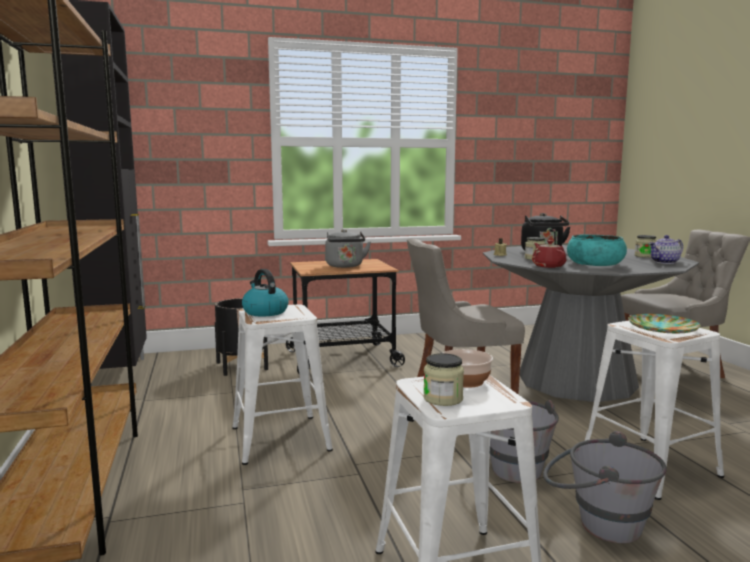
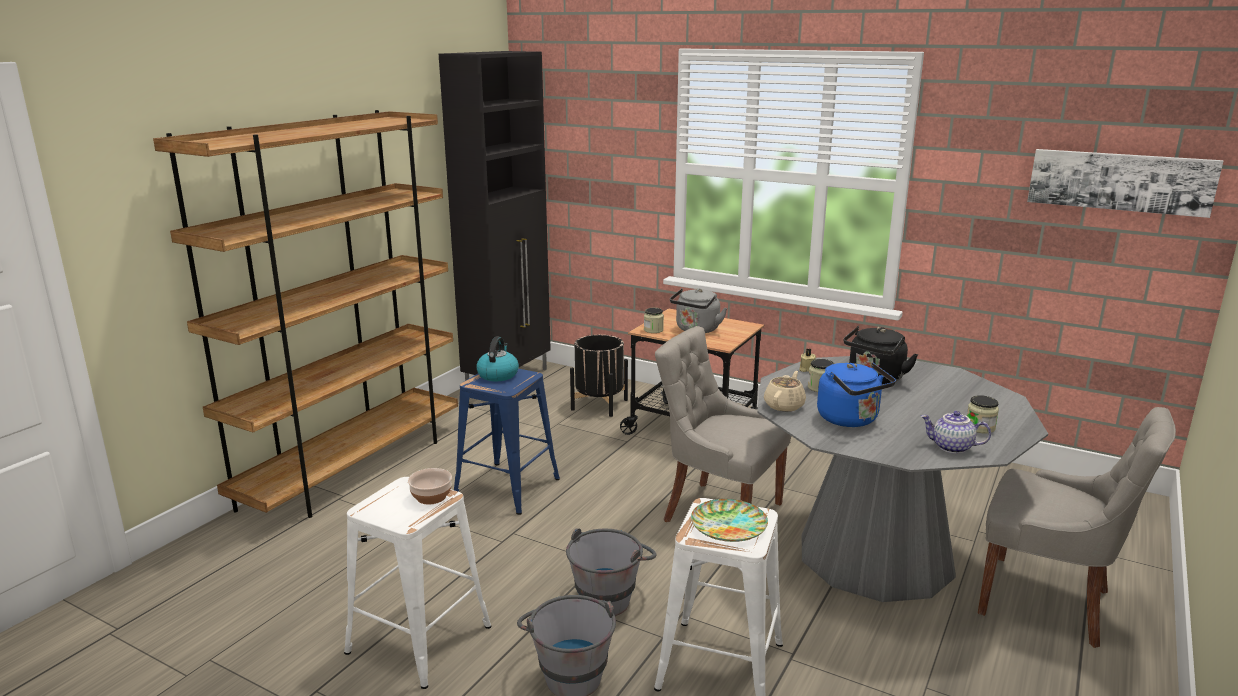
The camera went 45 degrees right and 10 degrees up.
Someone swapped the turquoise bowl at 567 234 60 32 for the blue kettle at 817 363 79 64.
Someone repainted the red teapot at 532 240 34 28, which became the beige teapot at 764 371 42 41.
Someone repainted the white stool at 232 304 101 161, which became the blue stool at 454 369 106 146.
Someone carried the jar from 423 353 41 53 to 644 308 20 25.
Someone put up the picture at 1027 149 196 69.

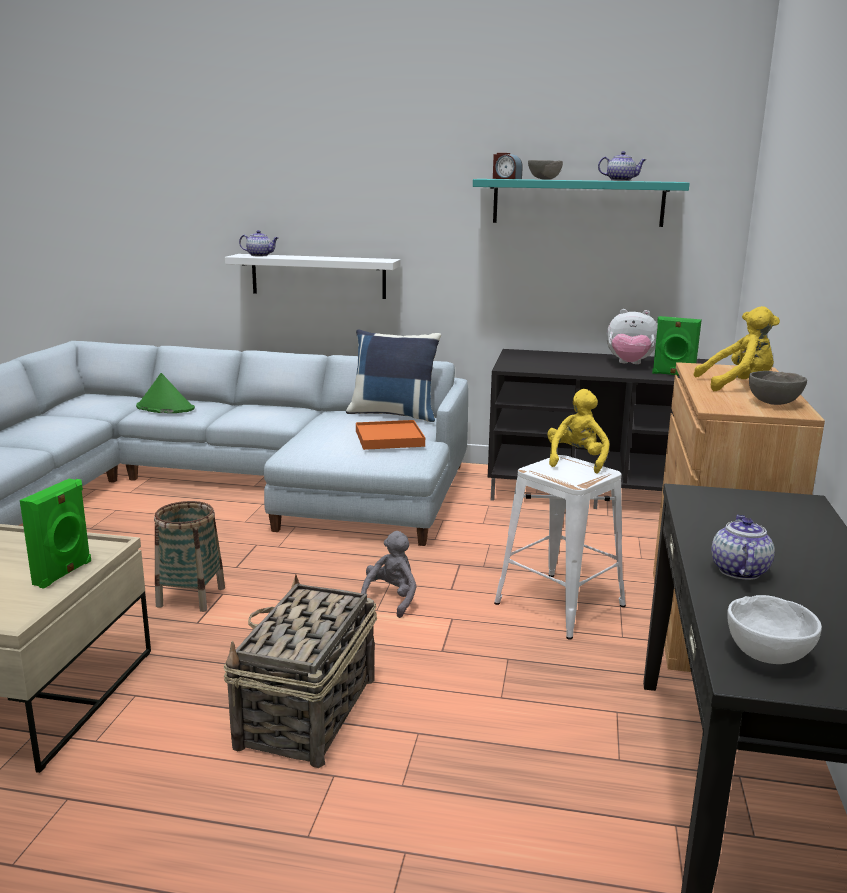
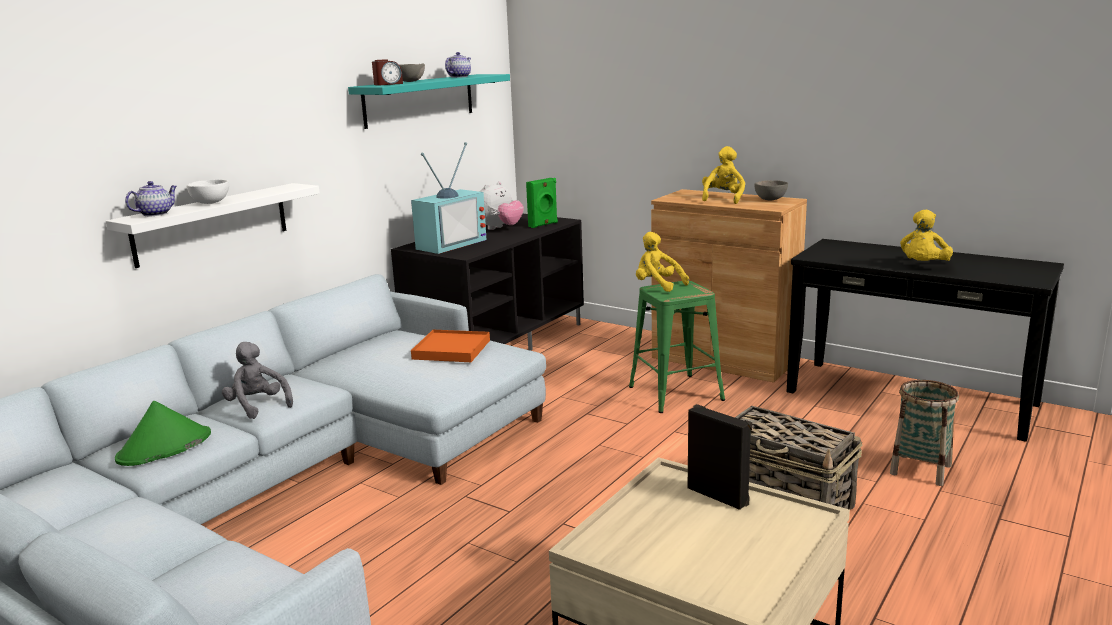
The camera went 65 degrees left and 0 degrees up.
Someone took away the blue pillow at 346 329 95 93.
Someone repainted the white stool at 494 455 132 185, which became the green stool at 629 281 96 132.
Someone repainted the green speaker at 20 479 71 110, which became the black speaker at 688 404 64 106.
Someone carried the basket from 154 501 71 111 to 890 380 69 106.
Someone swapped the teapot at 711 515 64 65 for the yellow plush toy at 900 210 53 51.
Someone carried the grey plush toy from 361 531 56 87 to 222 342 71 77.
Someone carried the white bowl from 727 595 95 69 to 187 179 42 25.
Someone put down the television at 411 142 76 112.

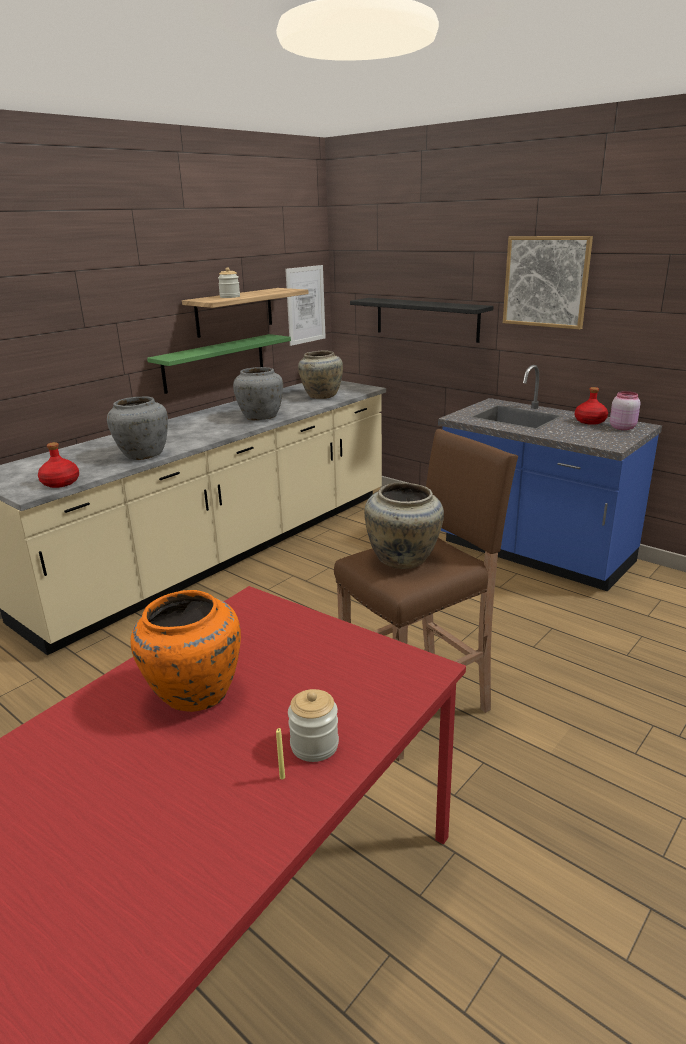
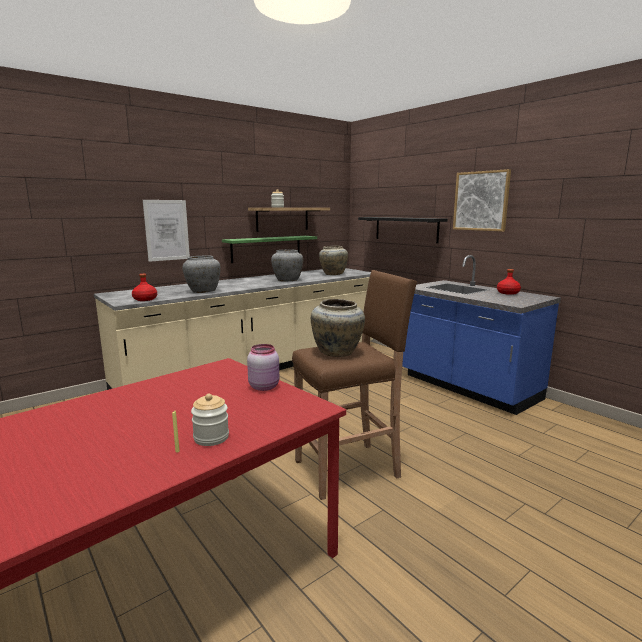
The camera went 10 degrees right and 10 degrees down.
Someone carried the picture from 285 265 41 81 to 143 200 47 62.
Someone carried the pink jar from 610 391 30 39 to 247 344 32 47.
Someone took away the orange vase at 130 590 111 122.

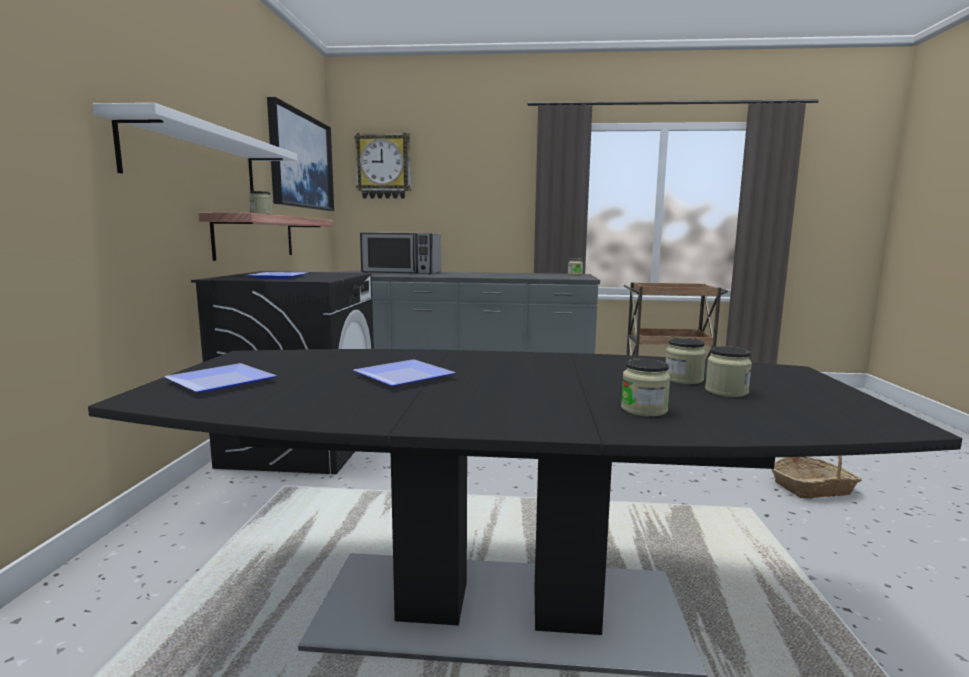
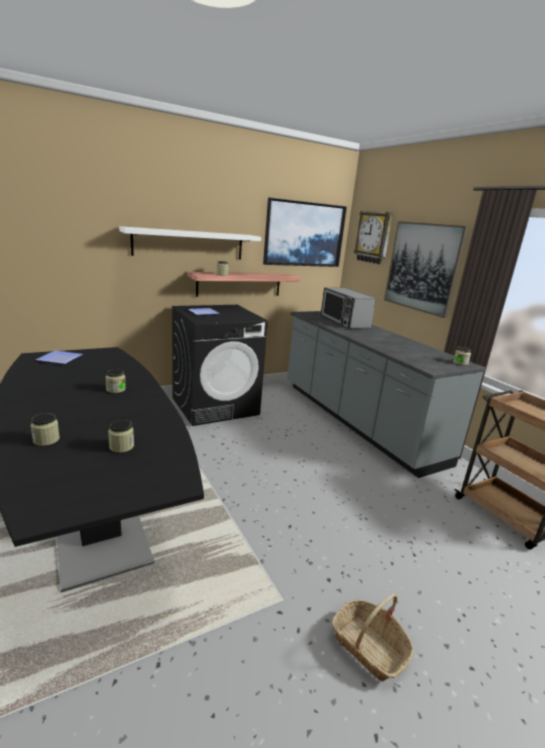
The camera went 55 degrees right and 10 degrees up.
Someone carried the jar from 705 346 47 51 to 106 369 20 24.
Someone took away the plate at 353 359 103 27.
Someone put up the picture at 384 221 85 97.

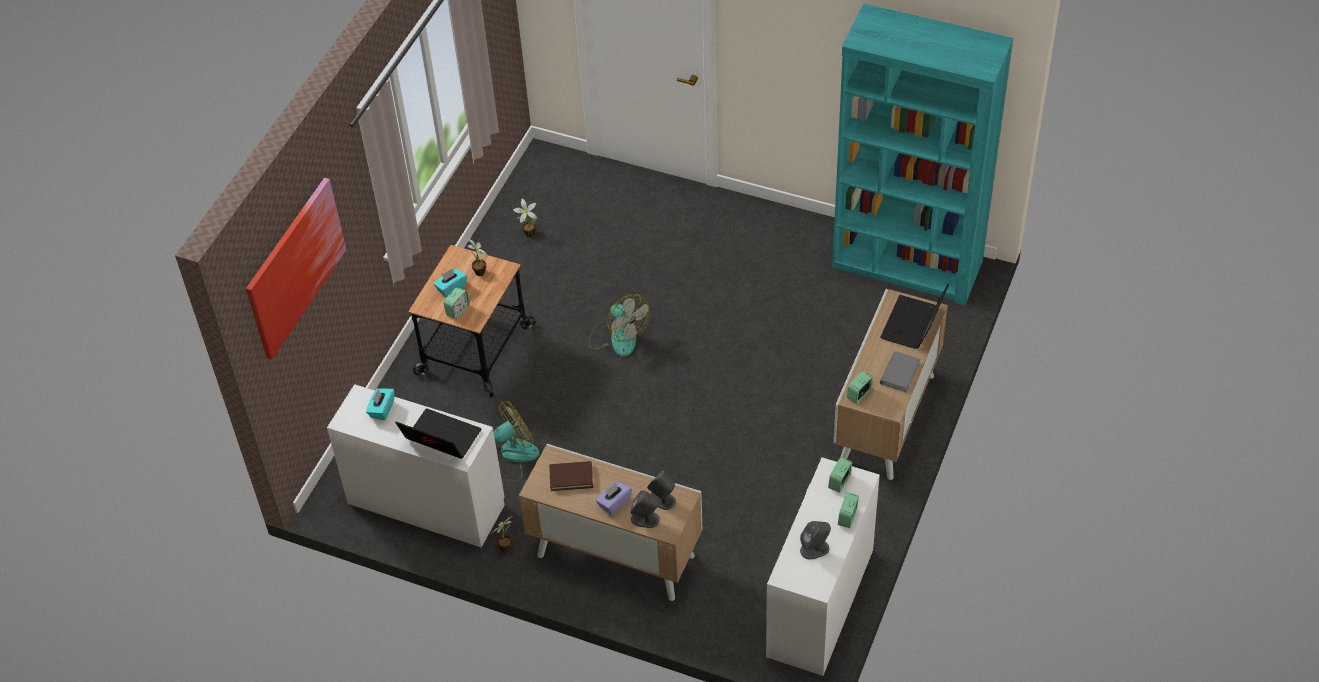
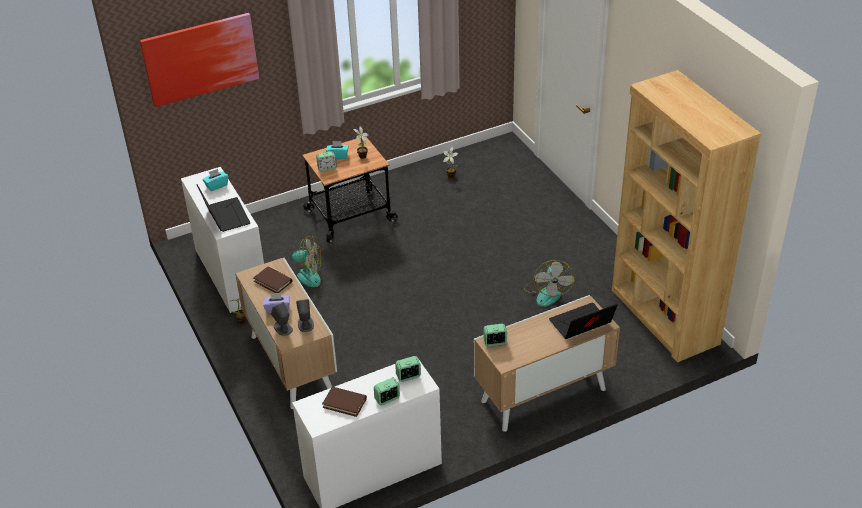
The camera went 40 degrees right and 10 degrees down.
Someone repainted the turquoise bookcase at 832 4 181 301, which became the brown bookcase at 612 70 149 293.
Someone carried the fan from 589 294 61 63 to 524 260 51 47.
Someone took away the grey book at 880 351 40 41.
Someone swapped the grey speaker at 800 521 31 38 for the brown book at 322 387 45 30.

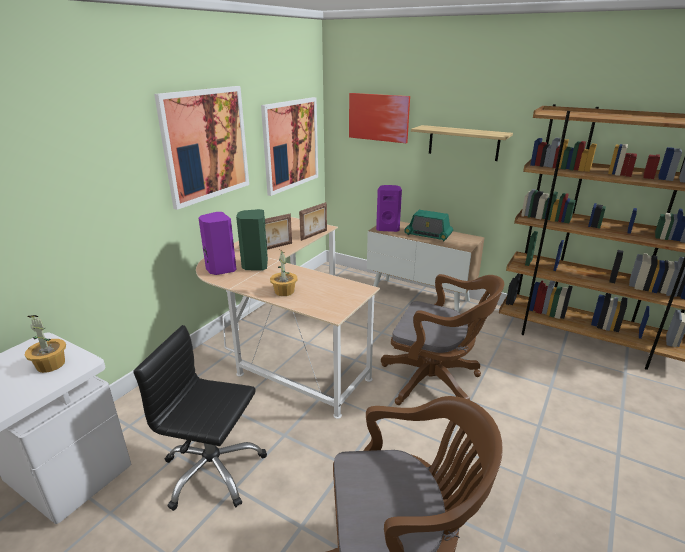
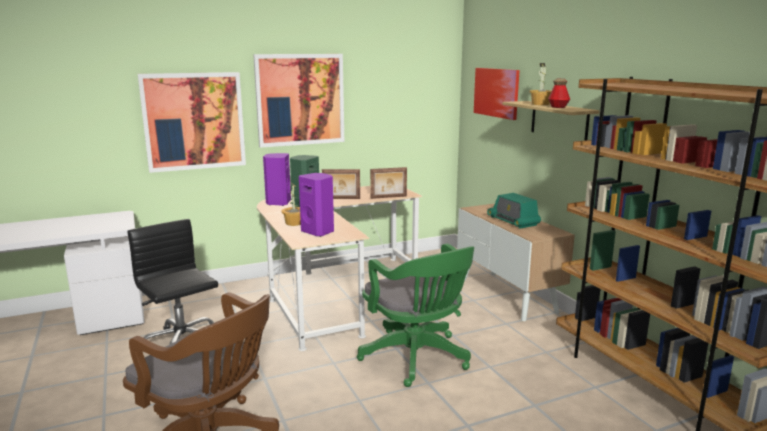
The camera went 35 degrees right and 10 degrees down.
Someone carried the picture from 261 97 57 99 to 138 72 108 101.
Someone carried the purple speaker from 376 185 26 47 to 299 173 35 64.
Someone repainted the brown office chair at 381 274 123 131, which became the green office chair at 357 244 117 143.
Someone carried the potted plant from 25 315 41 58 to 529 63 22 42.
Someone put down the bottle at 548 79 22 29.

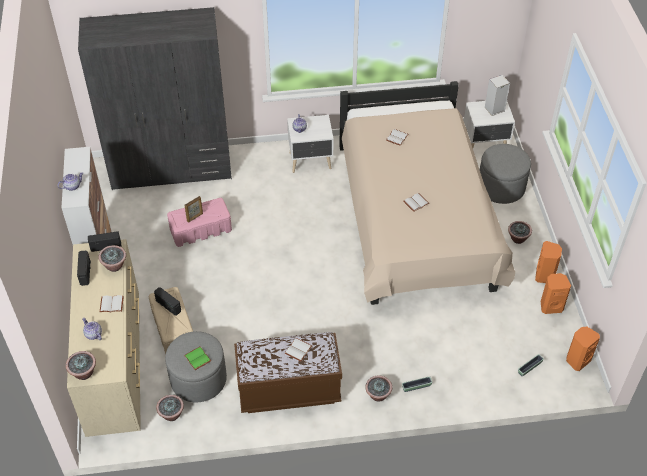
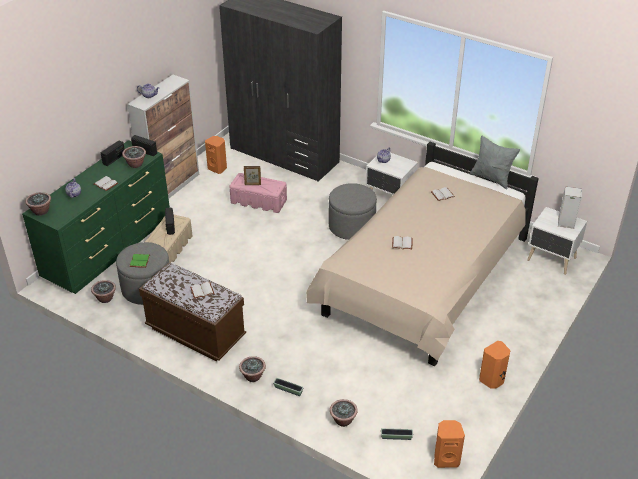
The camera went 40 degrees right and 10 degrees down.
Someone carried the grey ottoman from 480 144 51 60 to 329 183 48 57.
Someone carried the potted plant from 508 221 24 23 to 330 399 28 28.
Someone repainted the beige dresser at 67 239 74 198, which became the green dresser at 22 140 148 154.
Someone carried the orange speaker from 541 273 30 41 to 205 136 22 38.
Someone put down the grey pillow at 470 135 50 54.

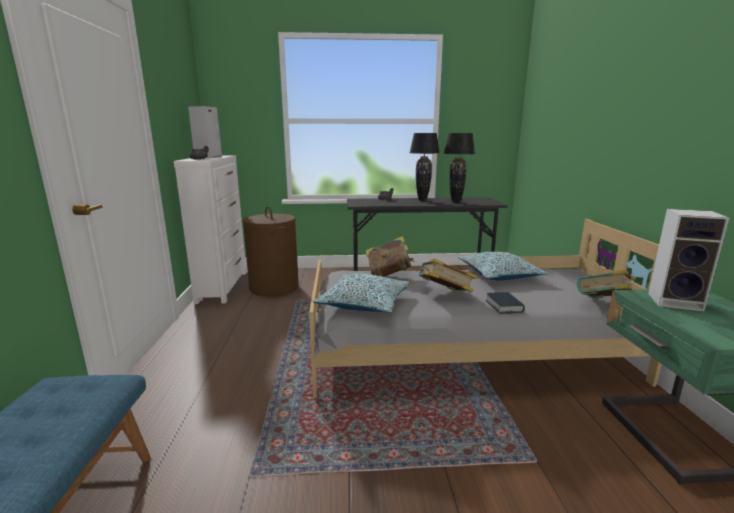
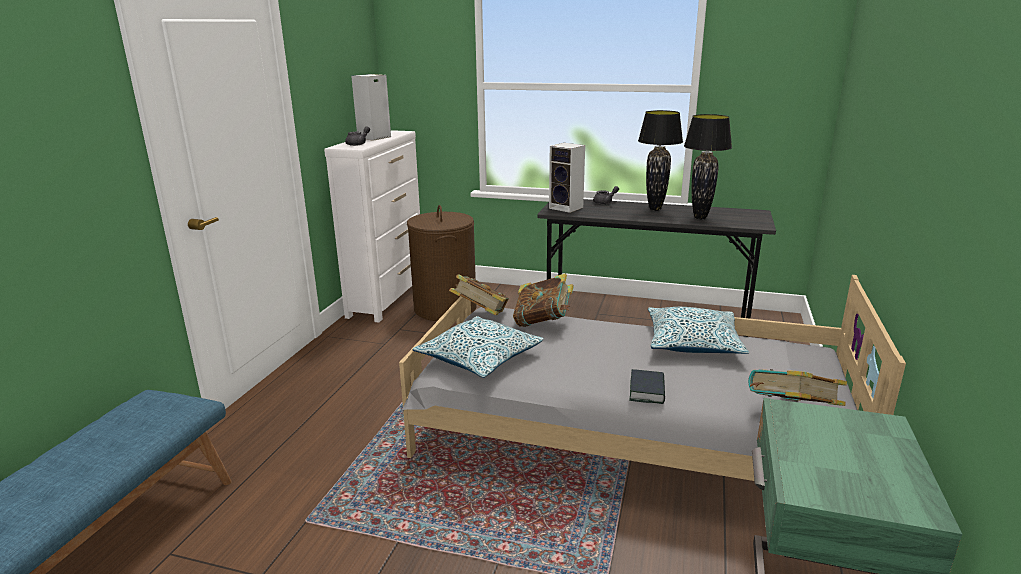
The camera went 20 degrees right and 5 degrees up.
Someone carried the speaker from 648 209 81 102 to 549 143 36 70.
Someone carried the book from 416 259 62 33 to 449 275 60 41.

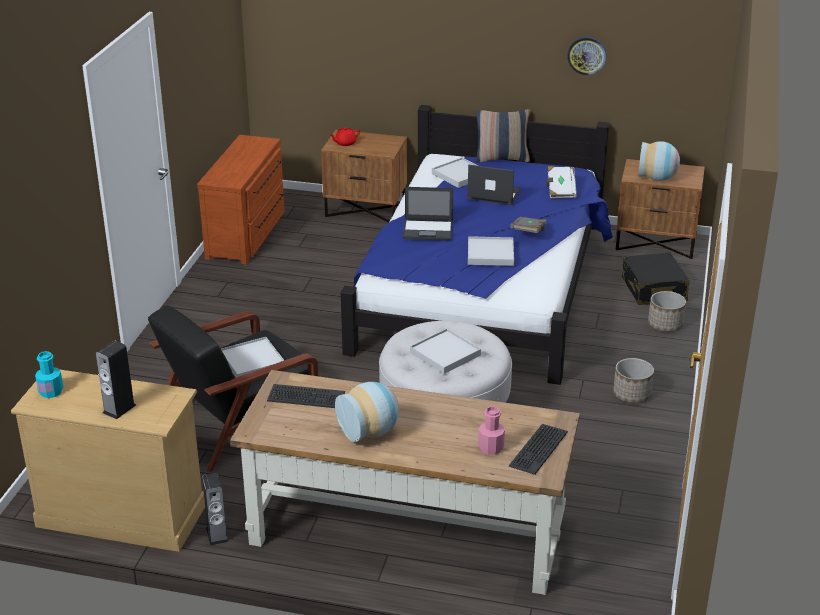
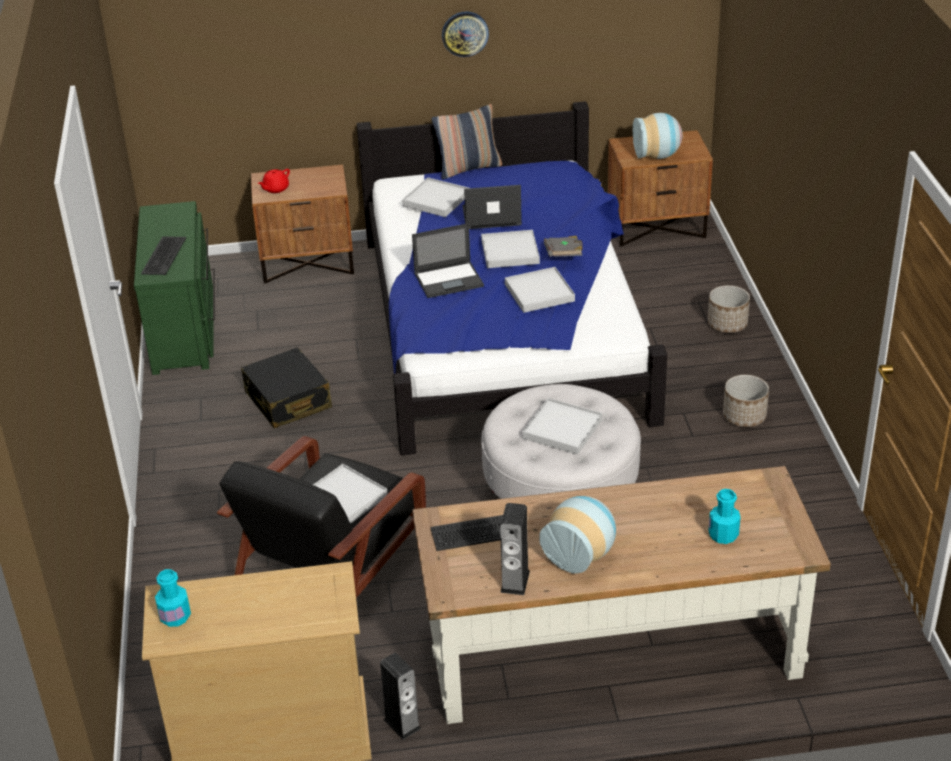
The camera went 20 degrees left and 5 degrees up.
Someone carried the wall clock from 567 37 40 38 to 442 11 47 46.
Someone repainted the brown dresser at 197 135 88 129, which became the green dresser at 134 201 81 174.
Someone took away the white book at 546 166 31 32.
Someone carried the black suitcase from 622 252 68 53 to 241 347 91 81.
Someone carried the speaker from 96 341 40 78 to 500 503 30 92.
Someone repainted the pink bottle at 478 406 27 49, which became the turquoise bottle at 709 489 32 55.
Someone carried the keyboard from 509 424 59 51 to 141 236 45 39.
Someone put down the white tray at 481 230 59 38.

